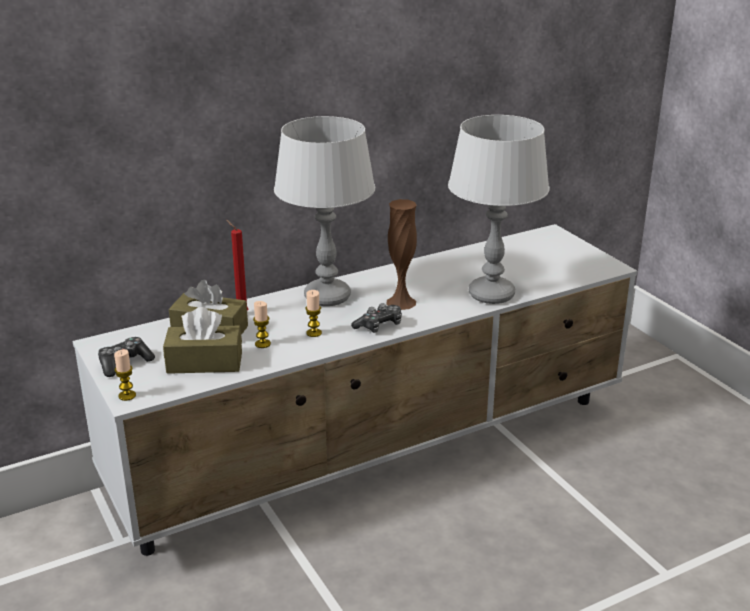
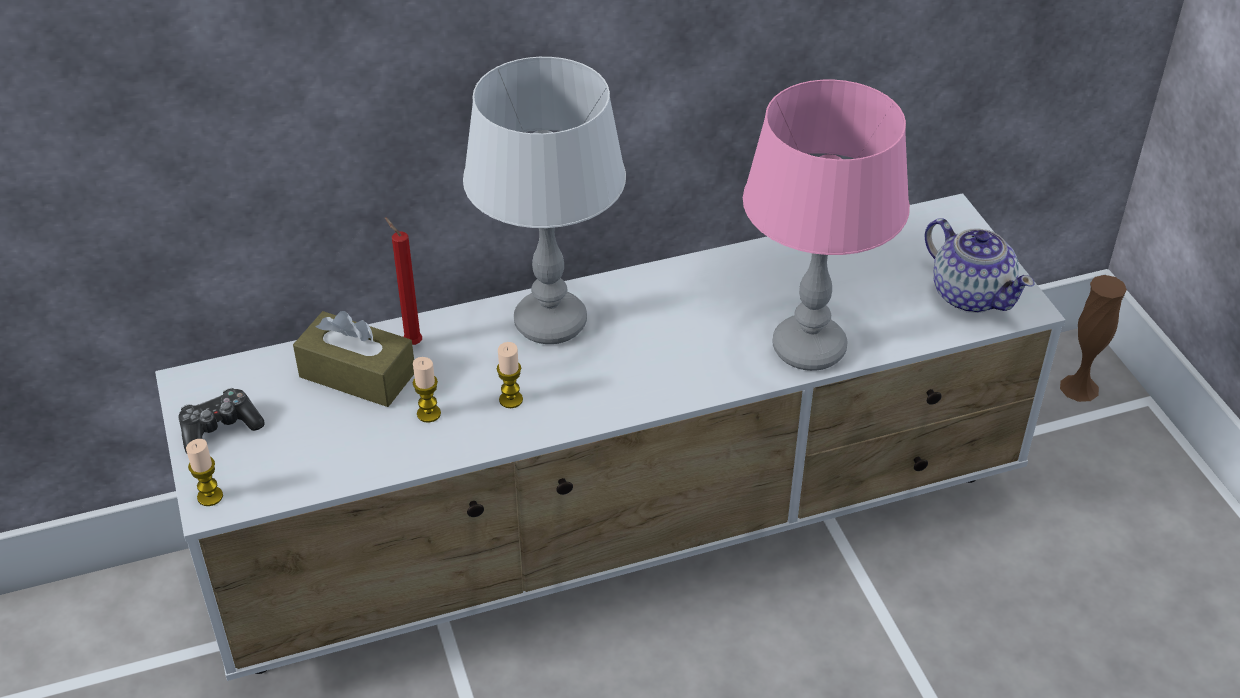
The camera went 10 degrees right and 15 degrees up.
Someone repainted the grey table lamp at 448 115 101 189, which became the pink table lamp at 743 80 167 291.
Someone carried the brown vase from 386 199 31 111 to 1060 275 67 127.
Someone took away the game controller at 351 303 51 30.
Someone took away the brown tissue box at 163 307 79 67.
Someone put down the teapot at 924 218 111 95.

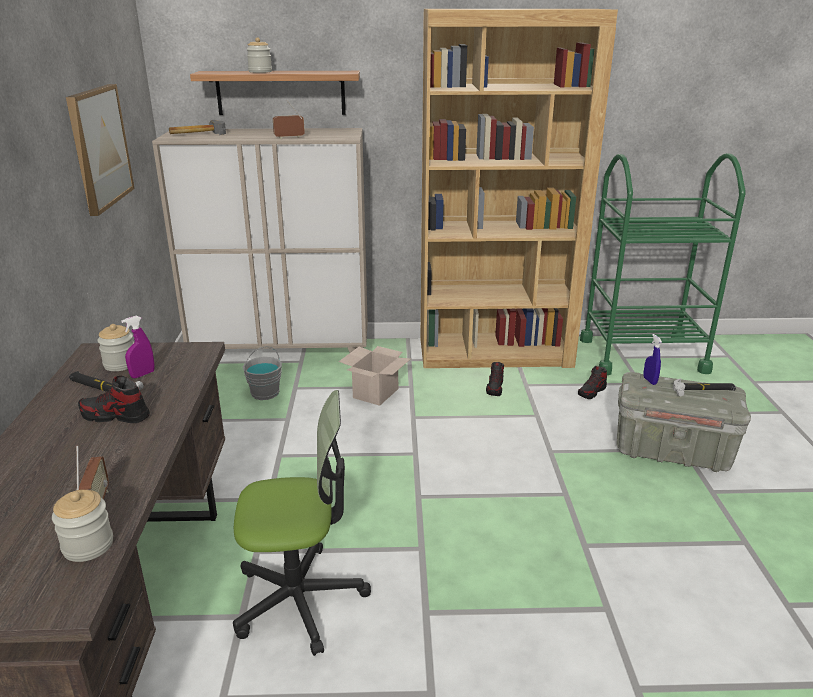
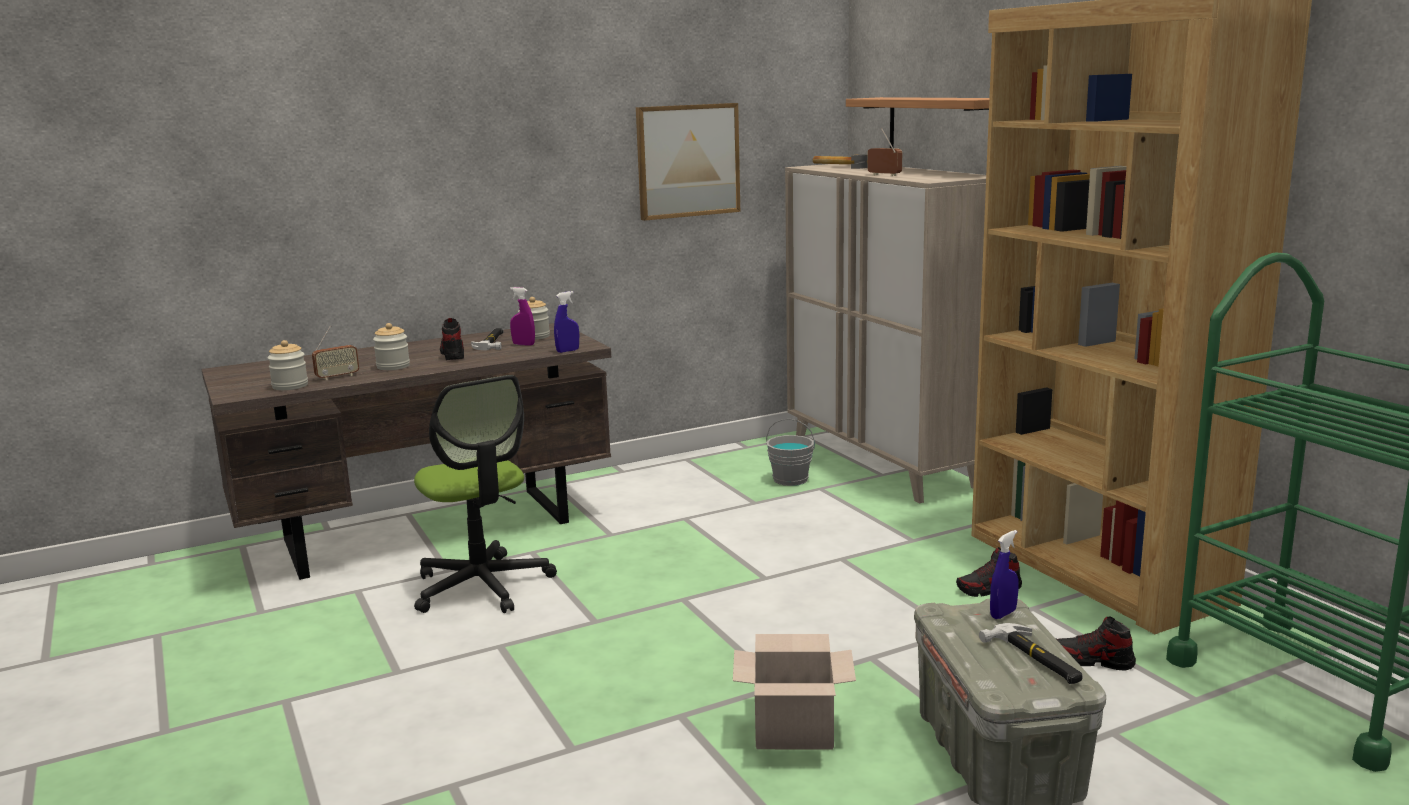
The camera went 65 degrees right and 10 degrees down.
Someone carried the jar from 246 37 26 36 to 373 323 37 47.
Someone carried the cardboard box from 339 346 72 60 to 733 634 123 116.
Someone put down the blue spray bottle at 554 291 25 62.

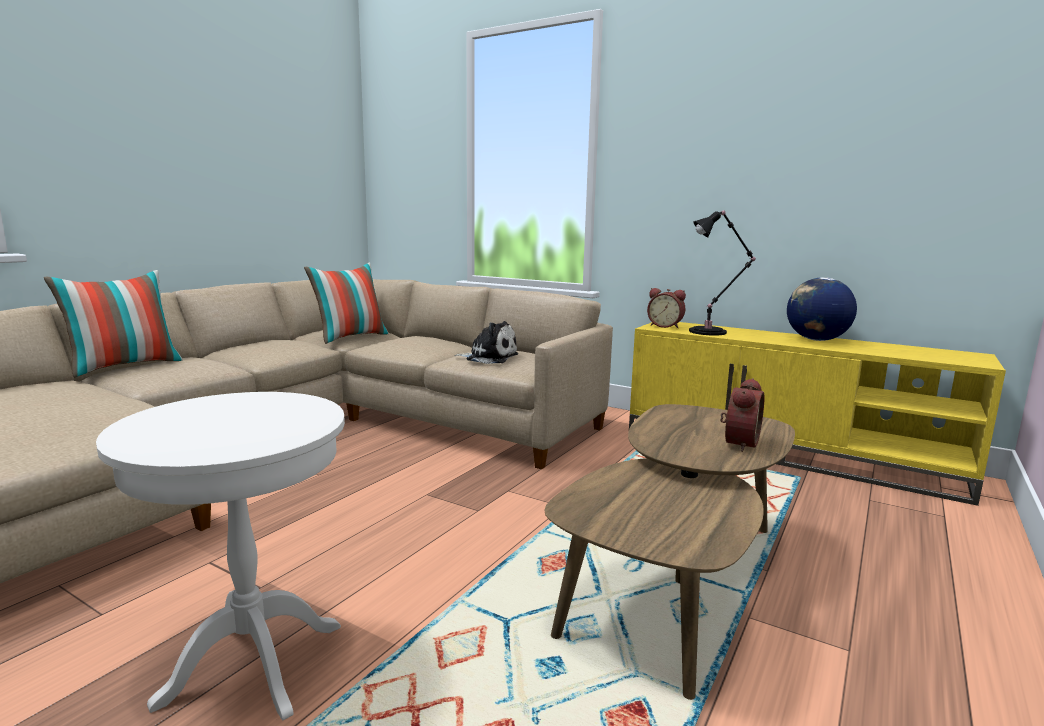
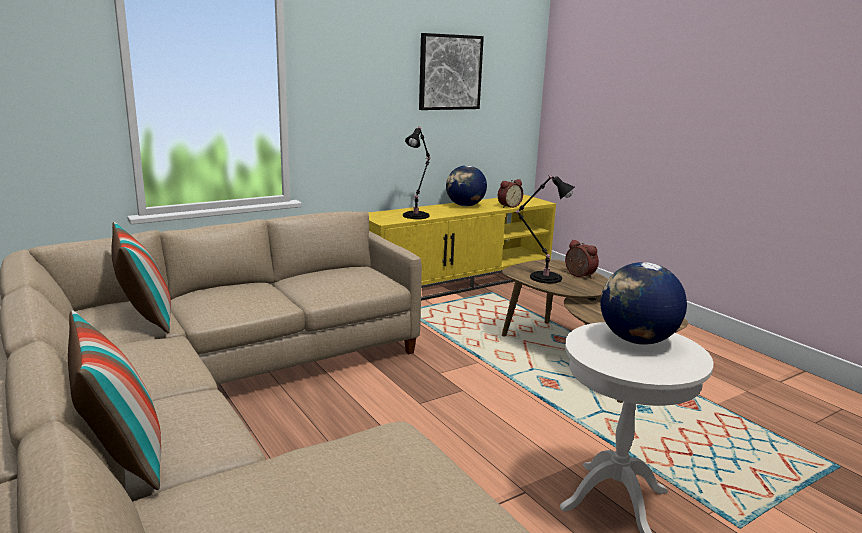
The camera went 65 degrees left and 5 degrees up.
Someone carried the alarm clock from 647 288 39 40 to 498 179 25 29.
Someone took away the plush toy at 454 321 64 43.
Someone put up the picture at 419 33 65 77.
Someone put down the black table lamp at 516 175 59 108.
Someone put down the globe at 600 262 87 83.

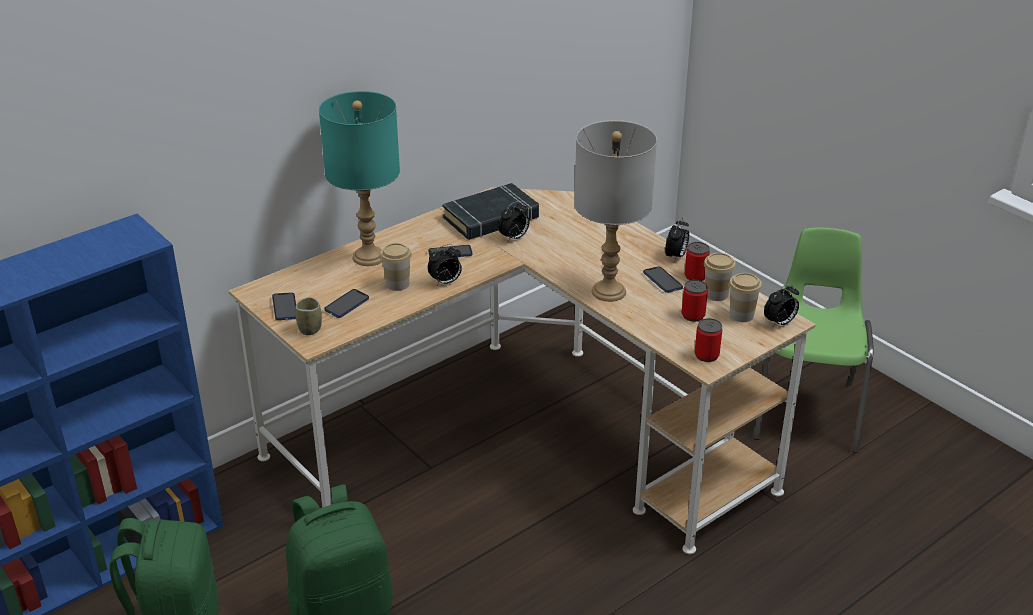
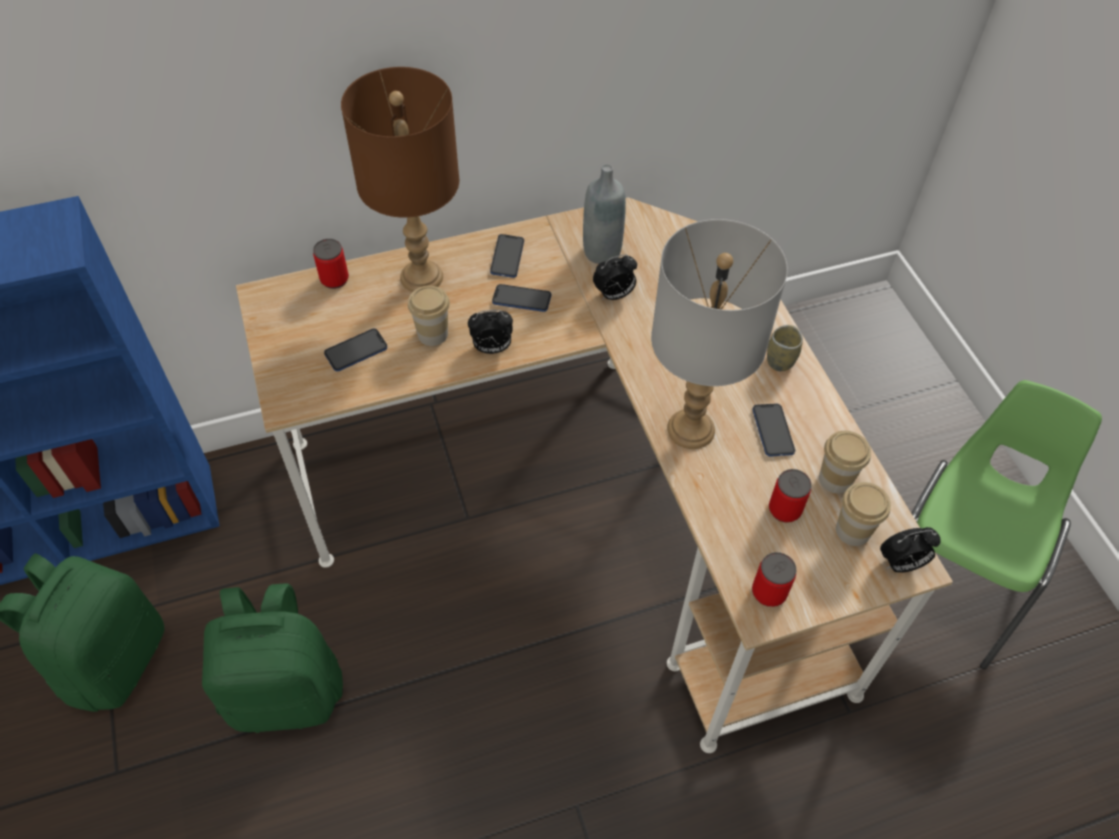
The camera went 20 degrees right and 20 degrees up.
Someone repainted the turquoise table lamp at 319 91 81 175, which became the brown table lamp at 341 67 118 225.
Someone swapped the black book at 442 183 97 57 for the grey bottle at 583 164 43 100.
Someone took away the alarm clock at 665 218 24 44.
Someone carried the can from 685 242 25 39 to 313 239 36 50.
Someone carried the phone from 272 293 24 27 to 490 234 34 44.
Someone carried the cup from 295 297 27 38 to 767 325 36 46.

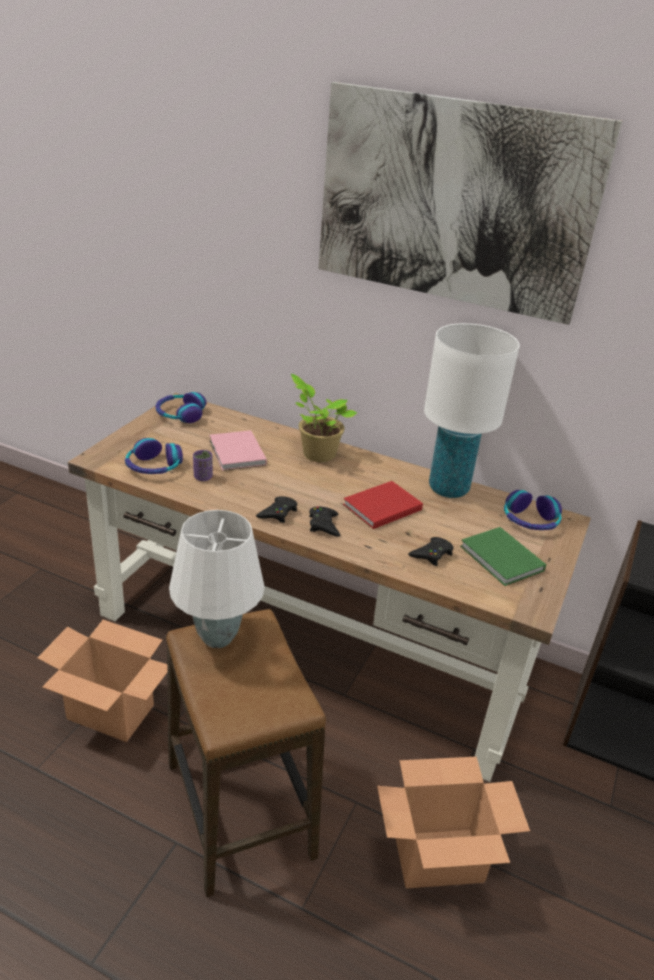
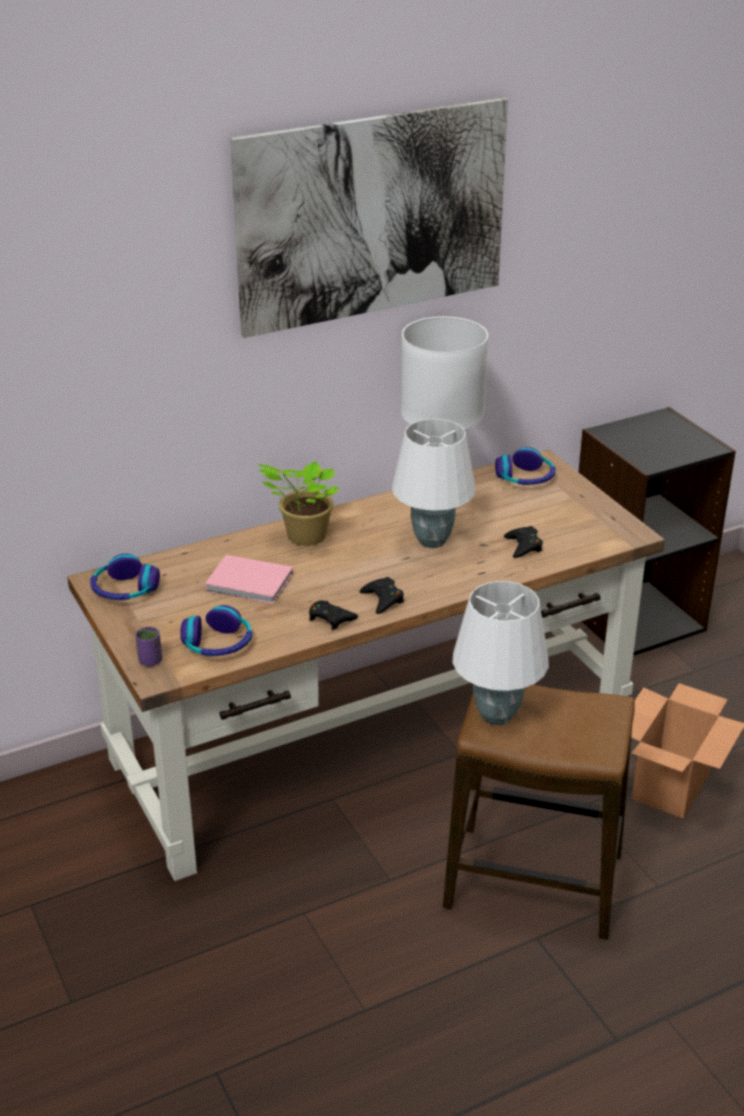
The camera went 50 degrees left and 0 degrees up.
Someone carried the purple cup from 193 450 20 31 to 135 627 27 39.
Someone swapped the red book at 343 481 80 48 for the white table lamp at 392 419 84 129.
Someone carried the black game controller from 309 506 31 31 to 309 600 49 30.
Someone took away the green book at 460 527 86 59.
Someone took away the cardboard box at 37 620 130 122.

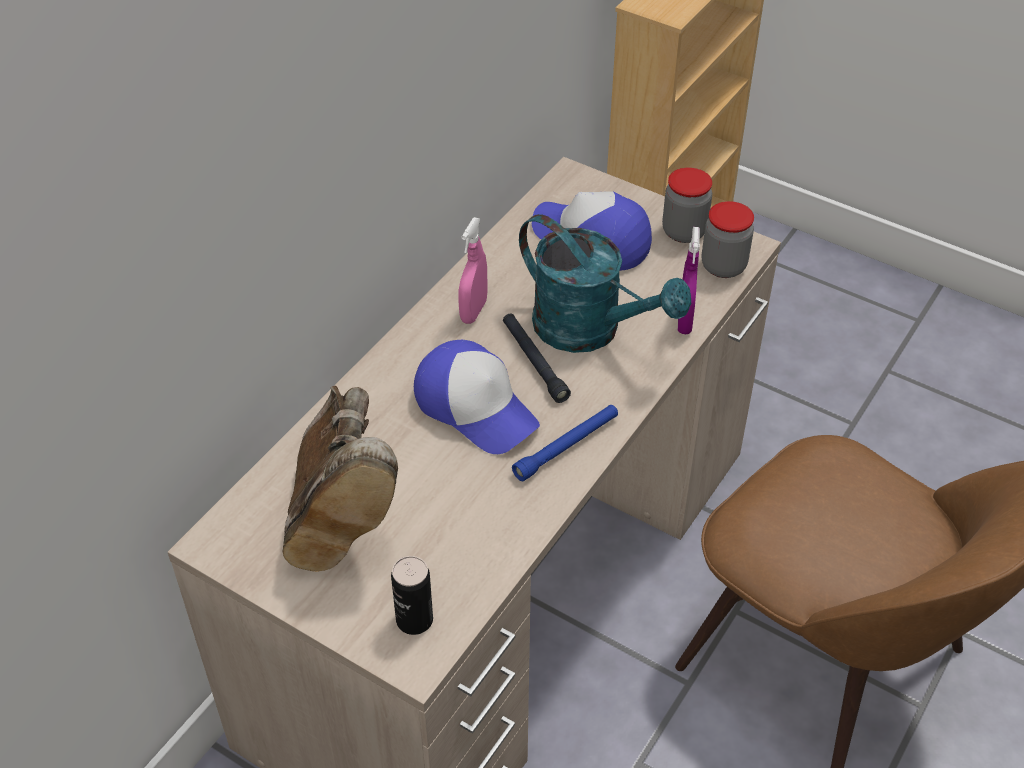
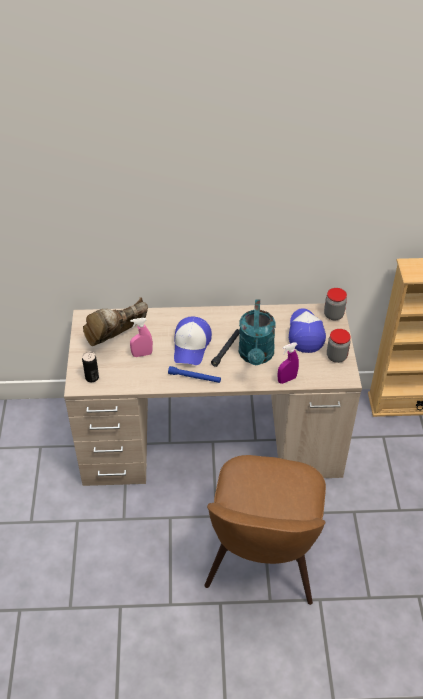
The camera went 55 degrees right and 0 degrees up.
Someone carried the jar from 702 201 52 77 to 324 288 23 32.
Someone carried the pink spray bottle from 459 217 29 107 to 130 318 23 39.

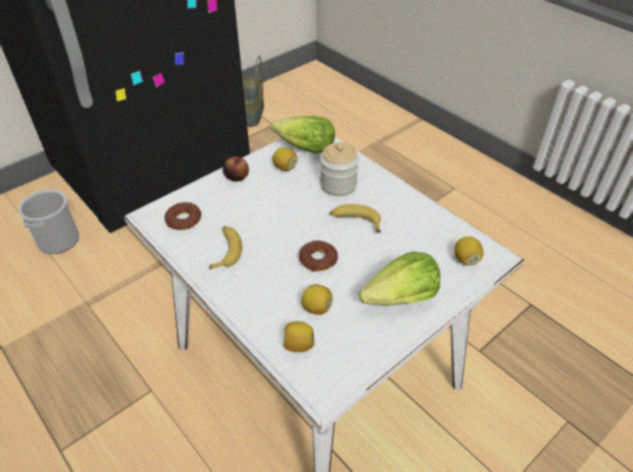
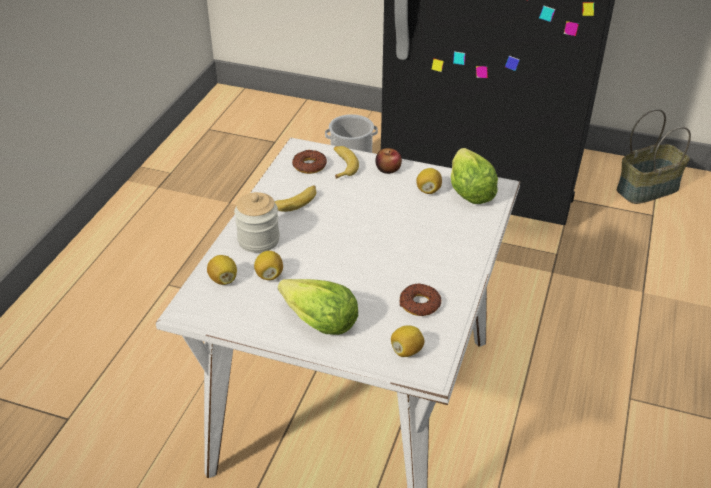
The camera went 60 degrees right and 5 degrees down.
Someone carried the jar from 320 142 39 54 to 234 192 46 61.
Someone carried the banana from 330 204 51 29 to 334 146 25 33.
Someone carried the donut from 299 240 39 32 to 399 283 42 33.

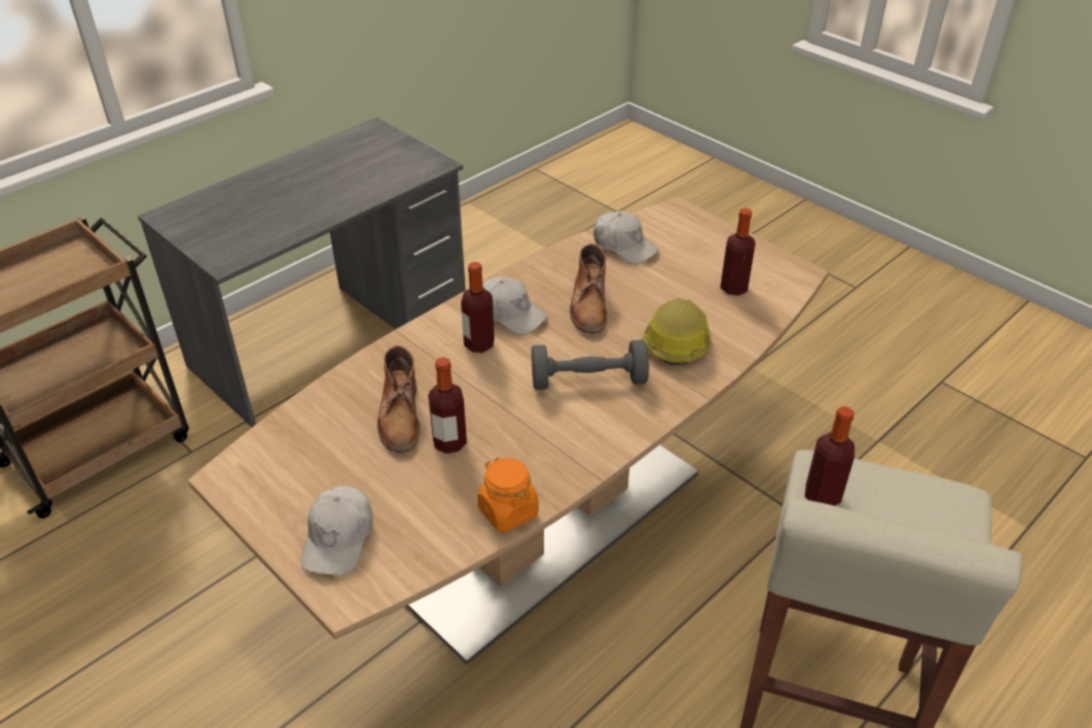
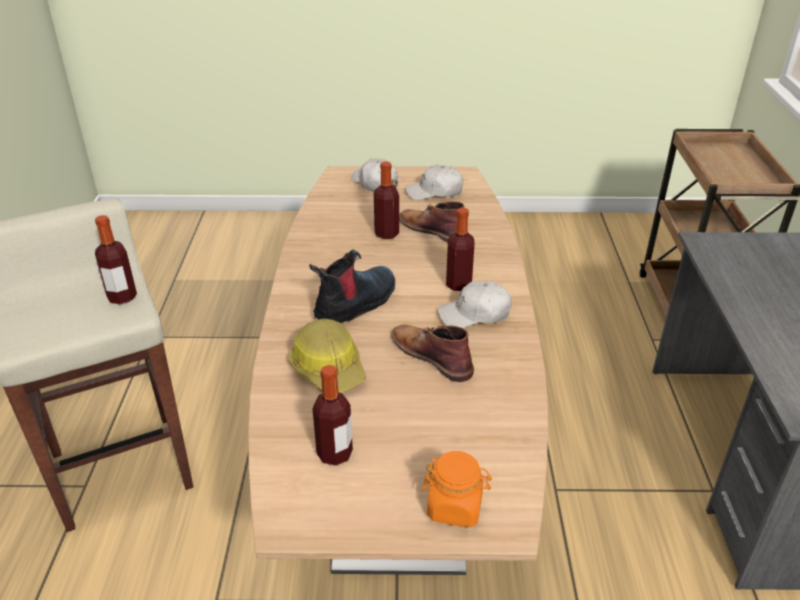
The camera went 135 degrees right and 5 degrees down.
Someone carried the white cap from 593 211 66 53 to 405 165 58 35.
Someone swapped the grey dumbbell at 531 340 118 50 for the boot at 309 250 86 73.
Someone carried the orange jar from 478 457 61 75 to 422 451 70 76.

